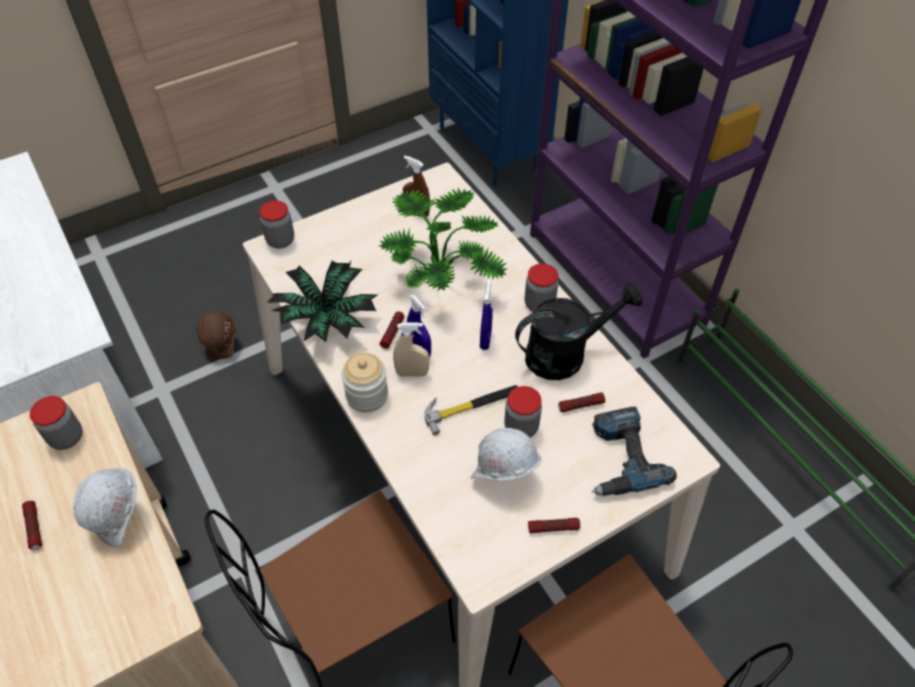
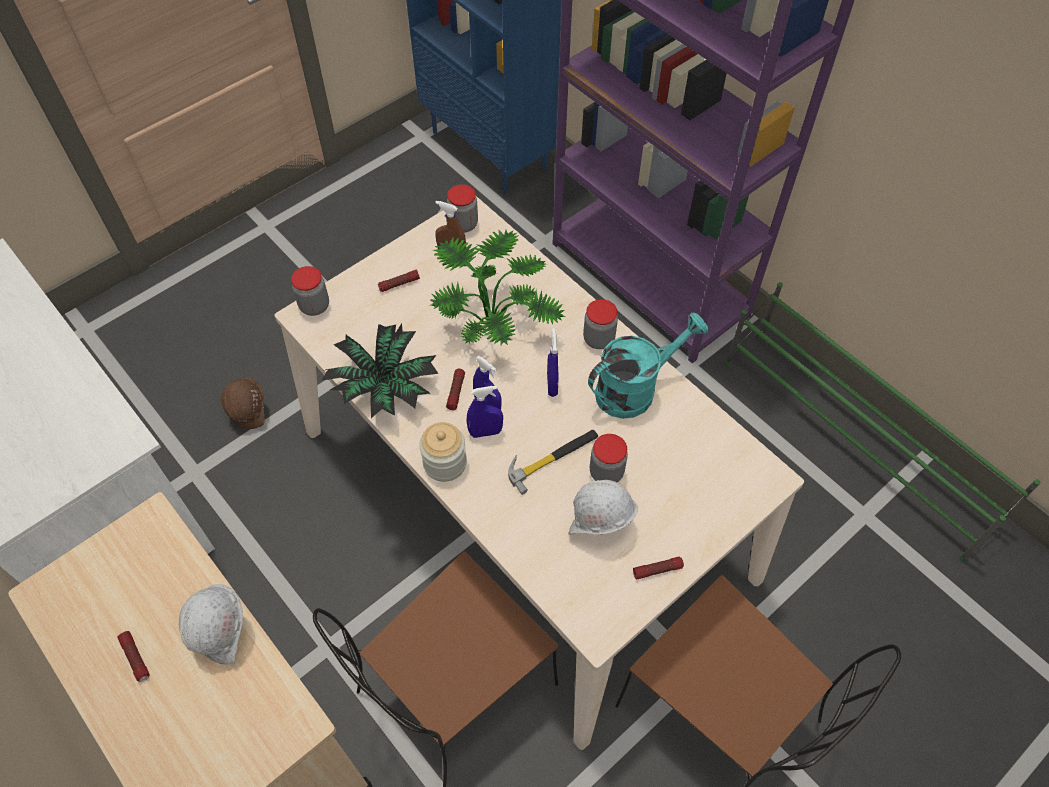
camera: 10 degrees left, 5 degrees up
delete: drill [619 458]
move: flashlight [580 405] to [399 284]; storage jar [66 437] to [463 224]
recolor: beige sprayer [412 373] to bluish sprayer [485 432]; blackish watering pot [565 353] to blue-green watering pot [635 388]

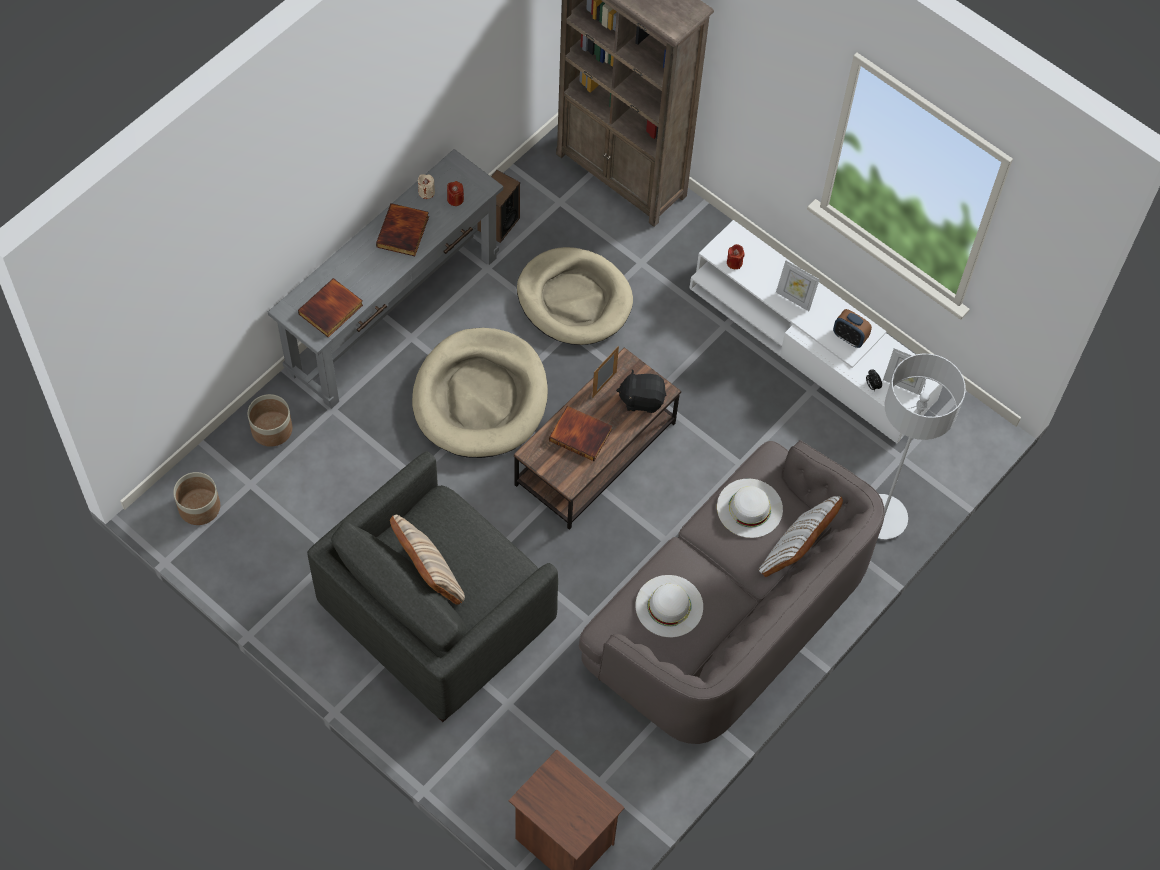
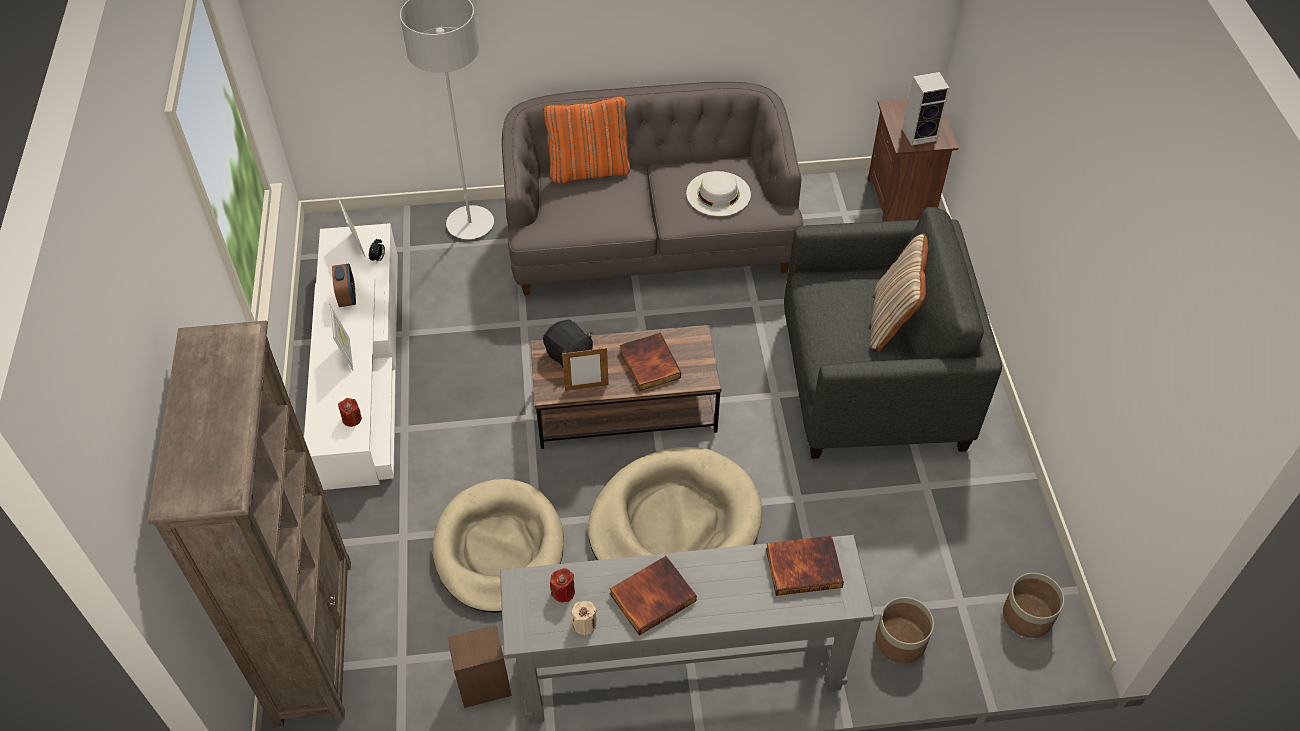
camera: 135 degrees left, 10 degrees down
delete: white-coloured hat [749 508]
insert: speaker [920 134]
recolor: white-coloured cushion [795 553] to orange-coloured cushion [589 169]

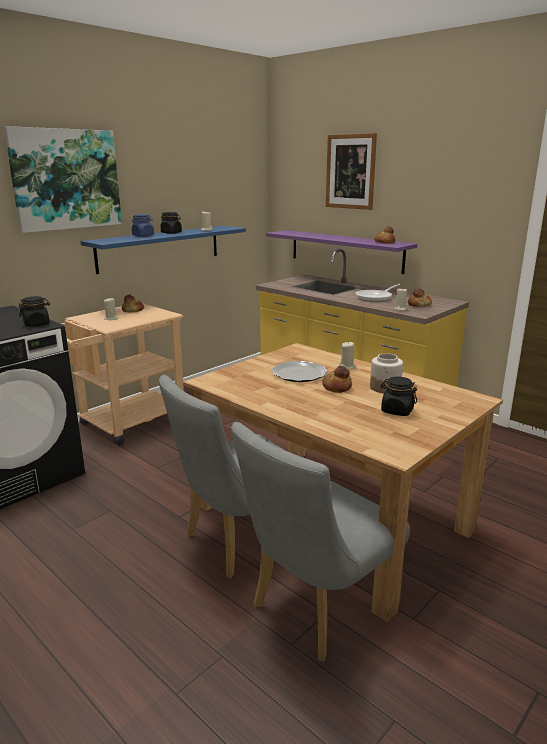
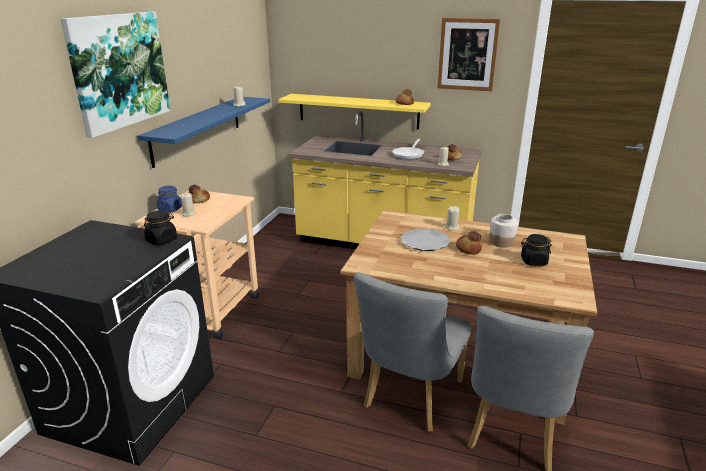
camera: 25 degrees left, 5 degrees up
delete: blackish storage jar [171 233]
move: bluish storage jar [143 236] to [170 209]; wall picture [350 171] to [467 54]
recolor: purple-coloured bracket shelf [345 251] to yellowish bracket shelf [358 111]

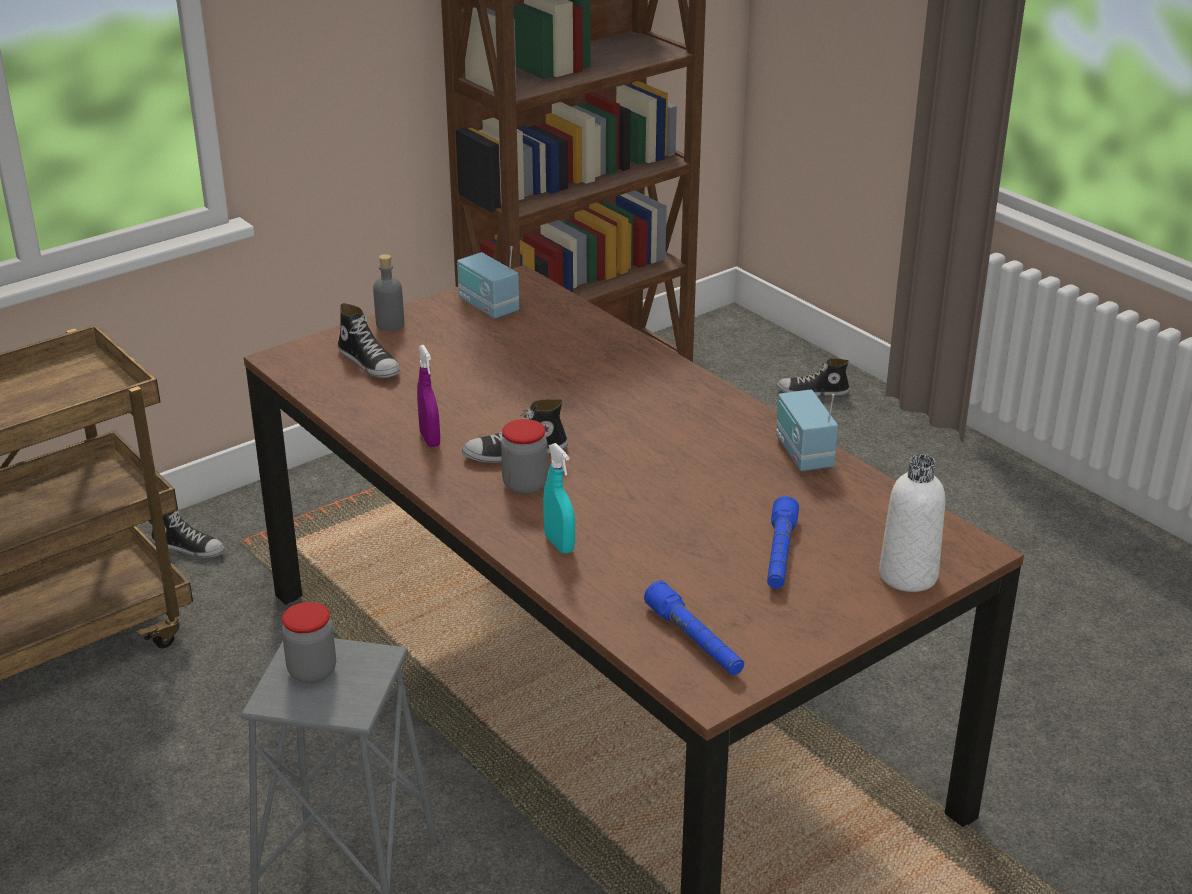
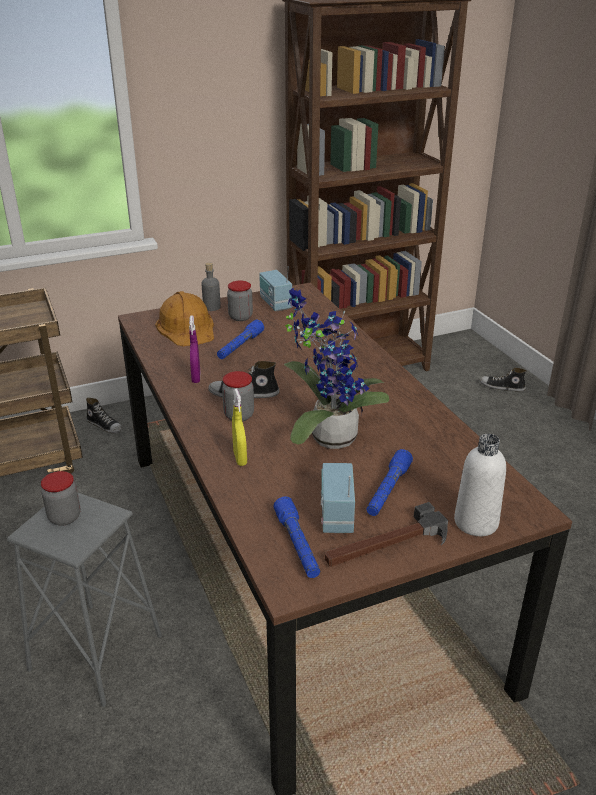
camera: 15 degrees right, 0 degrees up
insert: bluish flashlight [240 346]; storage jar [240 317]; potted plant [328 436]; hand hammer [387 545]
move: radio [803 454] to [336 515]
replace: item of footwear [370 363] to orange-coloured safety helmet [187 327]
recolor: blue-green sprayer [559 544] to yellowish sprayer [240 458]

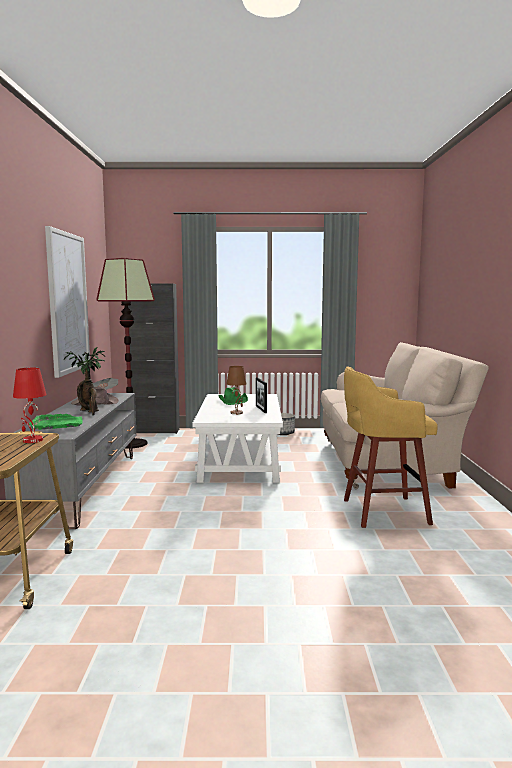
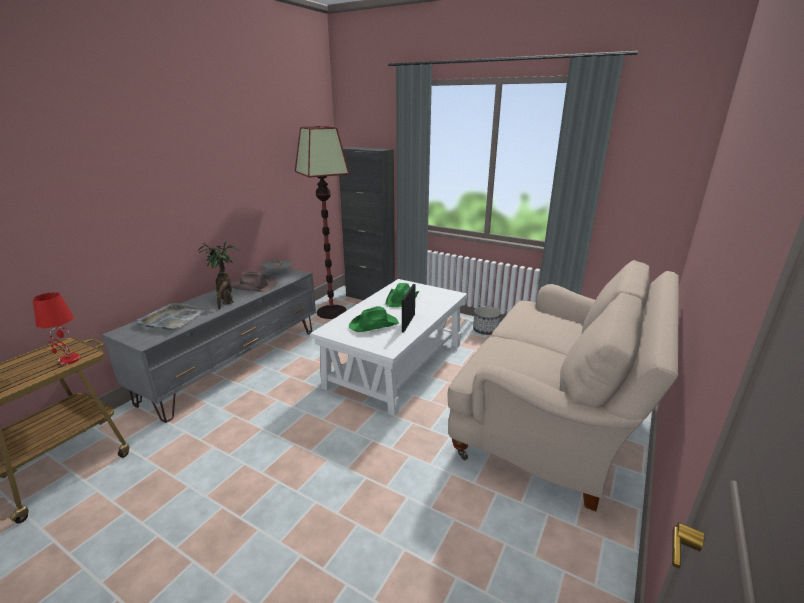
camera: 30 degrees right, 15 degrees up
delete: wall picture [67 303]; yellowish stool [382 512]
replace: brown lamp for a table [237 413] to green-coloured hat [374 325]
recolor: green-coloured tray [57 424] to gray tray [172 319]

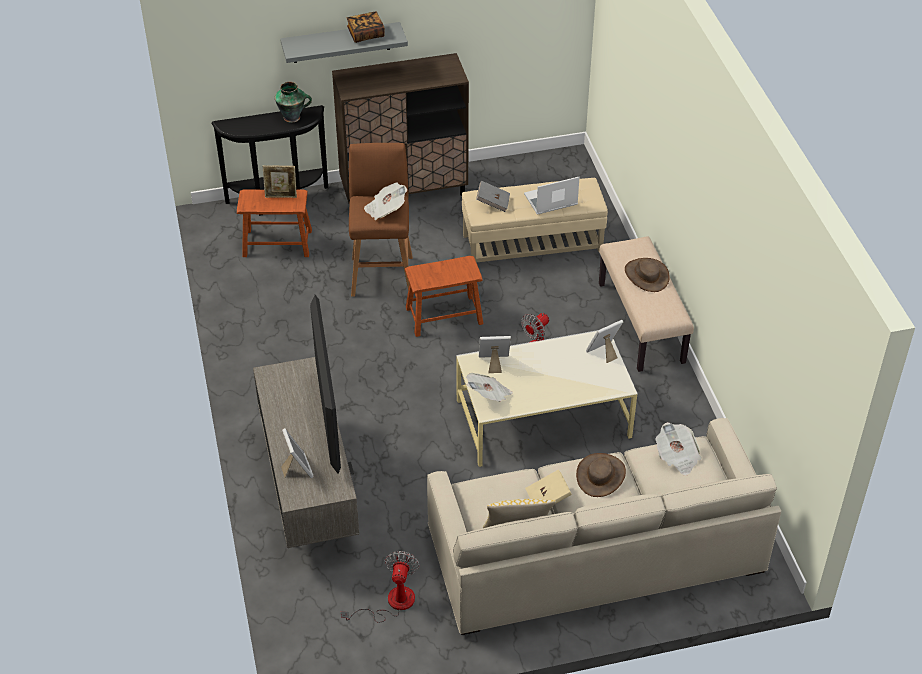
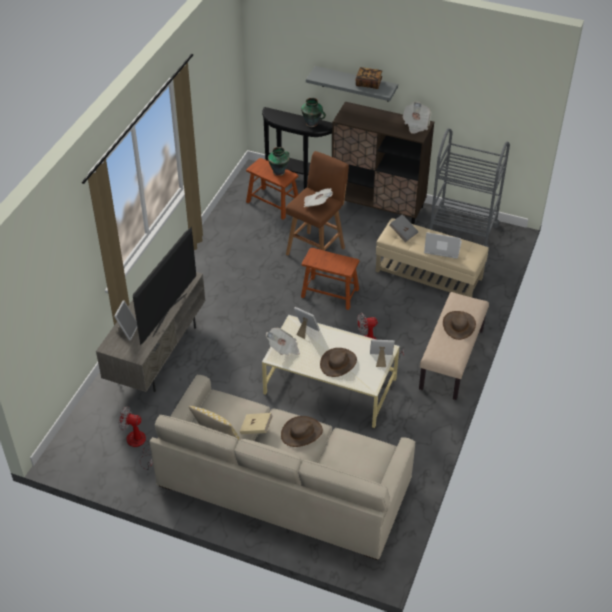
camera: 35 degrees right, 0 degrees up
insert: brown hat [338 363]; gray cart [462 231]
move: newspaper [677 457] to [416 124]
replace: picture frame [281 196] to decorative vase [279 171]
rotate: cooling fan [391 603] = [138 444] 120 degrees counterclockwise

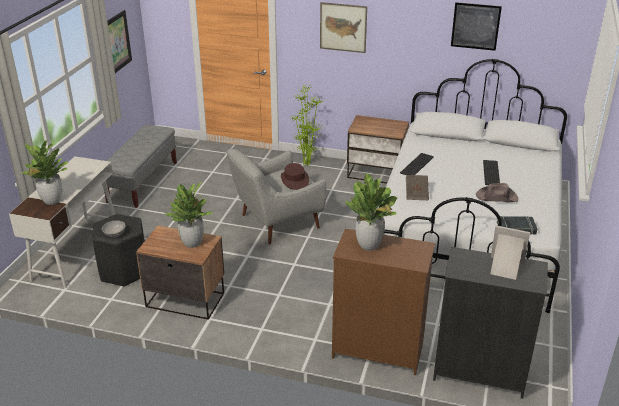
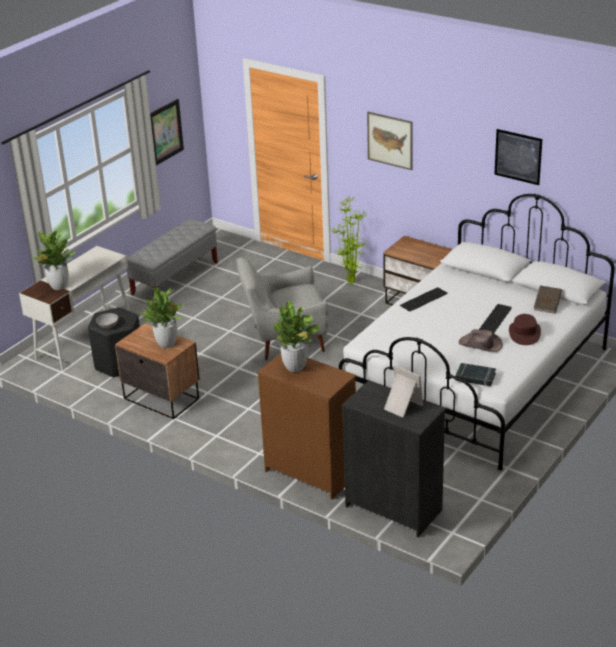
camera: 20 degrees right, 0 degrees up
move: brown hat [294 180] to [524 333]; brown volume [416 194] to [547 306]

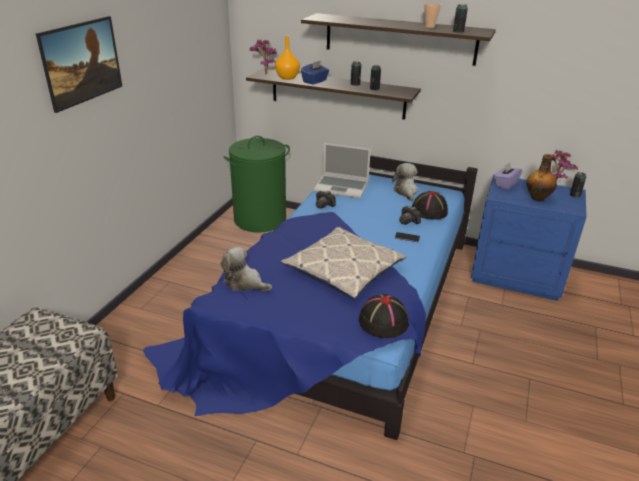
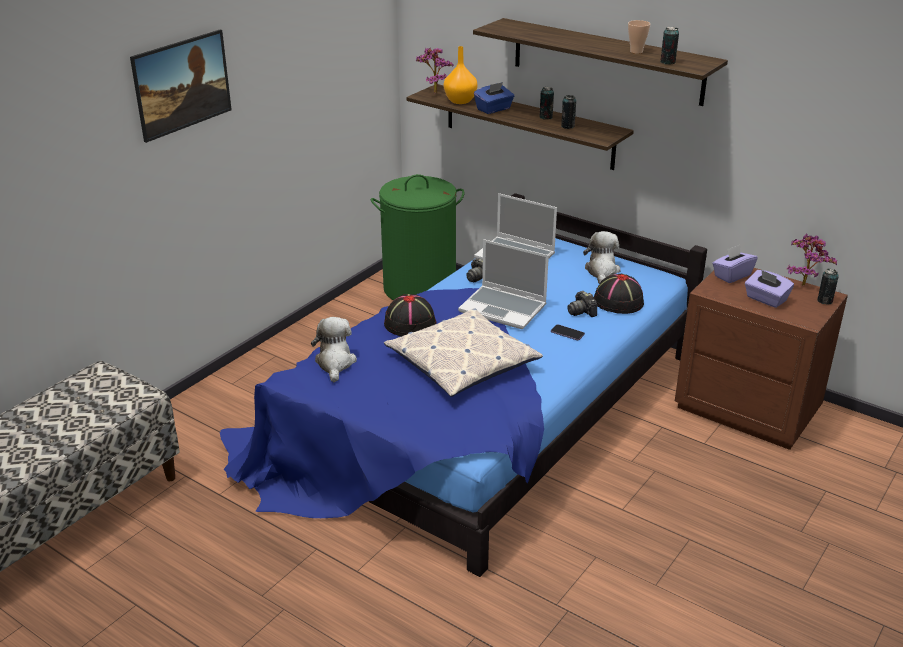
camera: 15 degrees right, 0 degrees up
insert: portable computer [504 308]
move: blackish hat [383 321] to [410 323]
replace: drink bottle [538 198] to purple-coloured tissue box [766 299]
recolor: bluish nightstand [516 275] to brown nightstand [748 408]
rotate: plush toy [244 283] = [335 363] 45 degrees clockwise

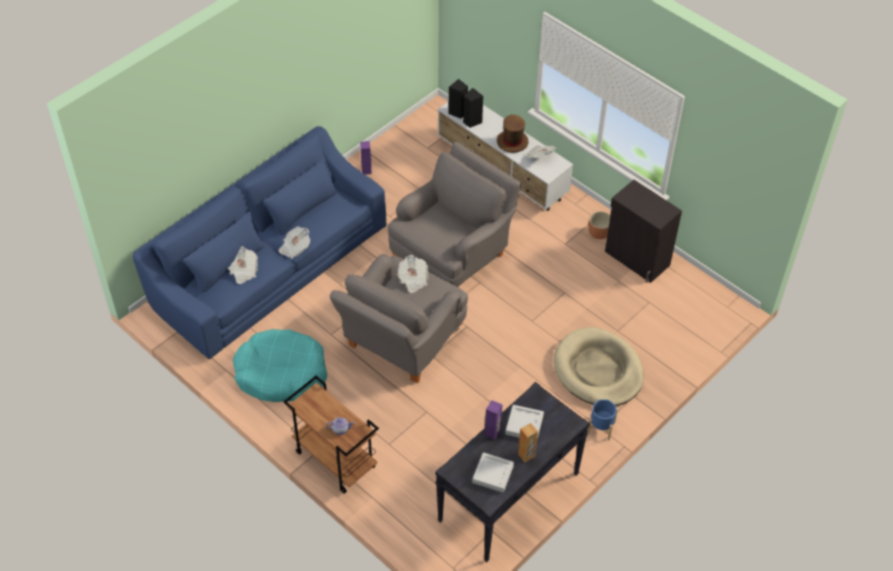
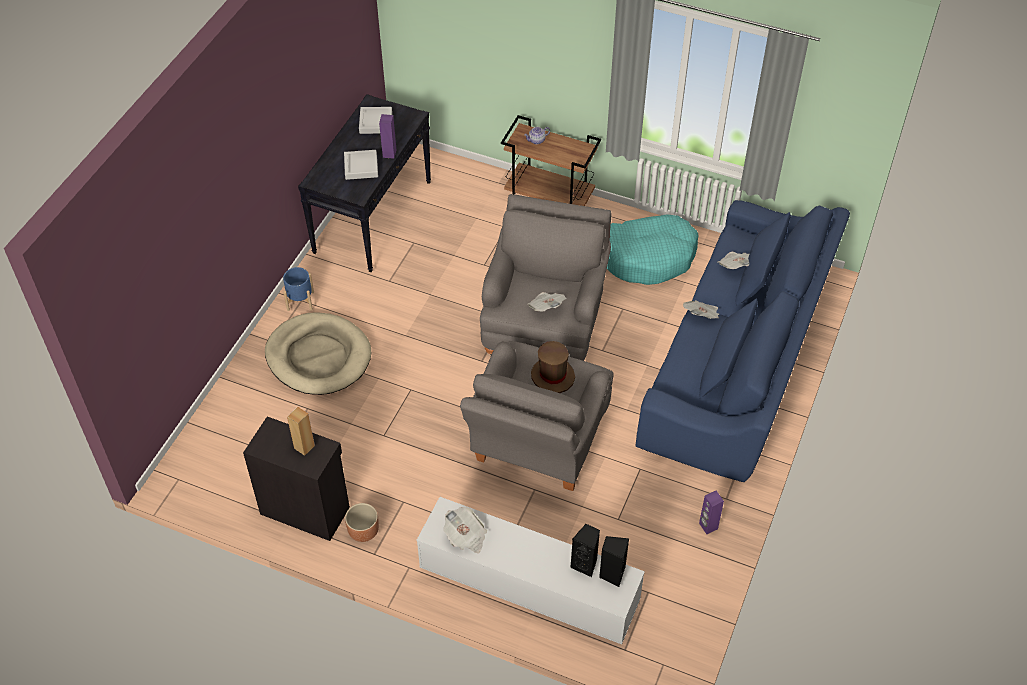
camera: 160 degrees right, 0 degrees up
move: brown speaker [526 455] to [304 447]; brown hat [512 142] to [553 376]

